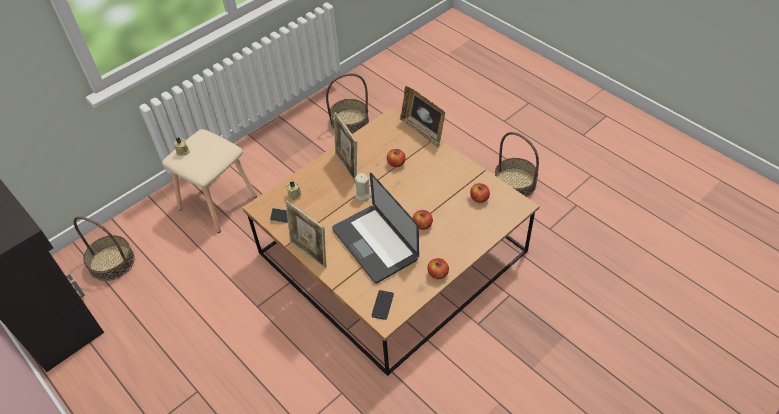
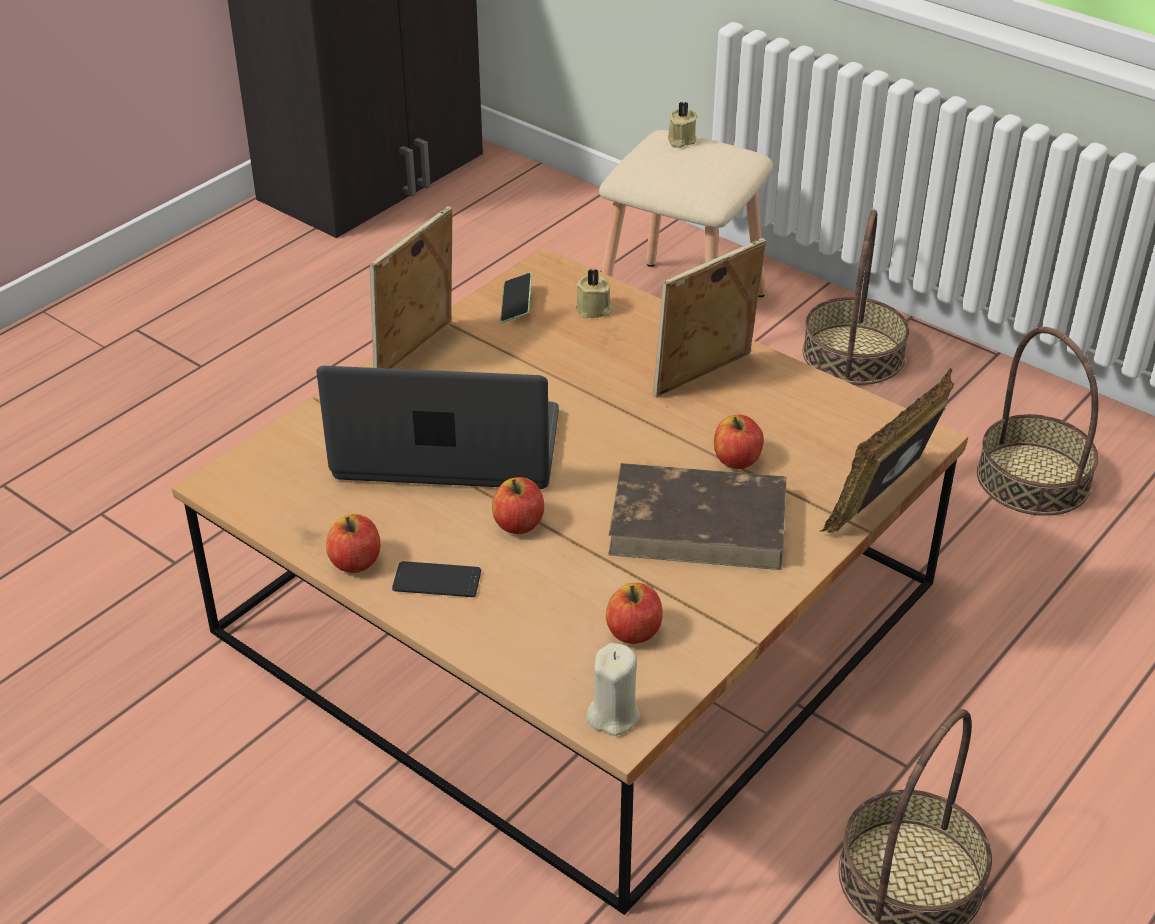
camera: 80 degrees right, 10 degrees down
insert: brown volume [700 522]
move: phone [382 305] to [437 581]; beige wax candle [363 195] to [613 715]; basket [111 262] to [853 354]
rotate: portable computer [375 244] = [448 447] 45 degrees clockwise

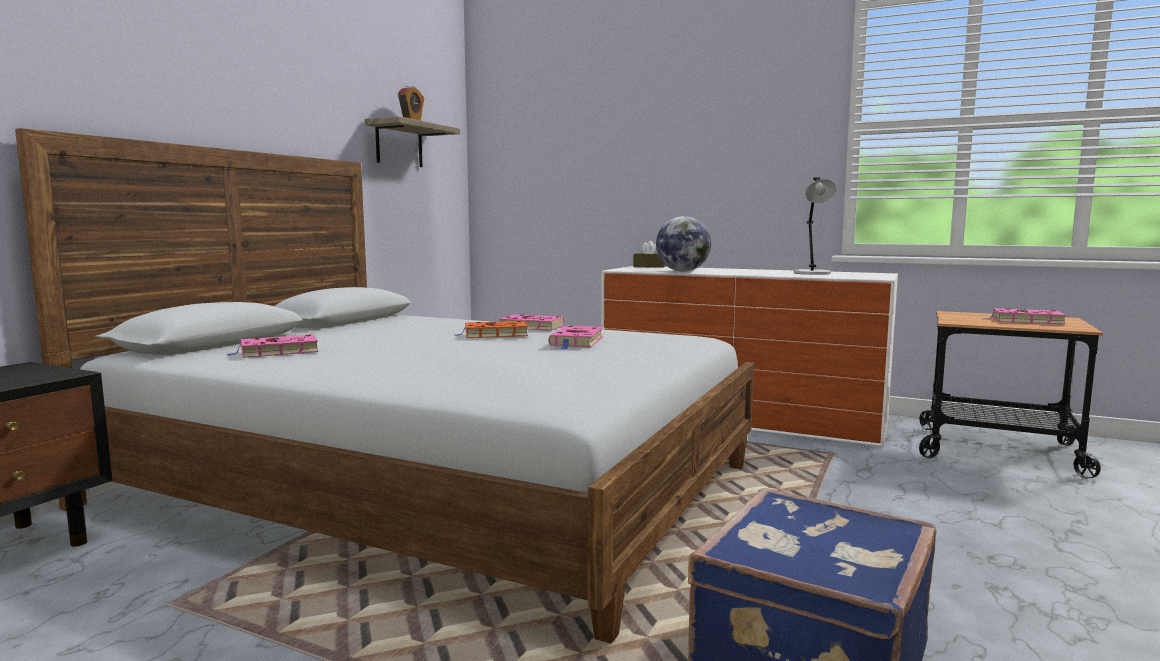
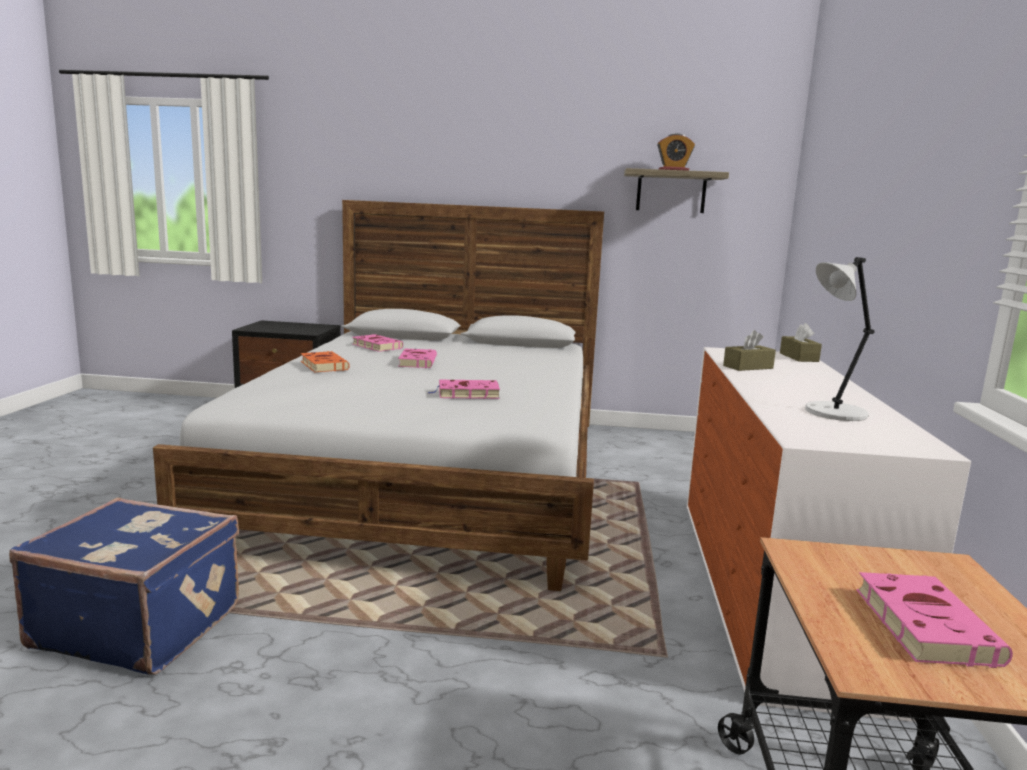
camera: 70 degrees right, 5 degrees up
move: orange-coloured volume [494 334] to [323 365]; pinkish volume [529 327] to [417 362]
replace: desk globe [682 271] to brown tissue box [748 367]

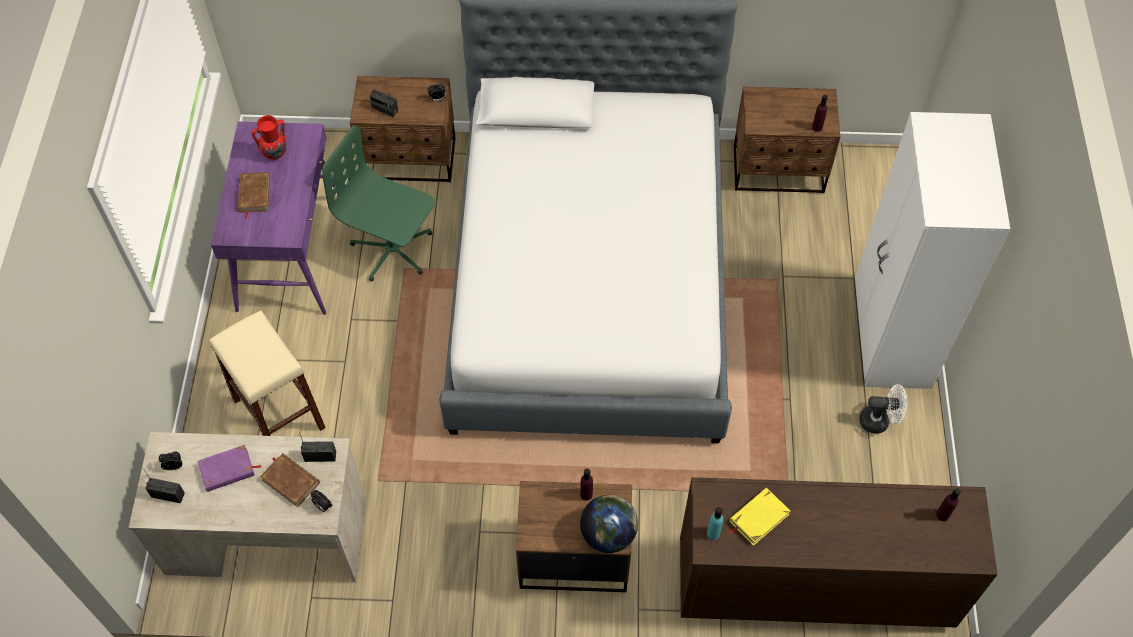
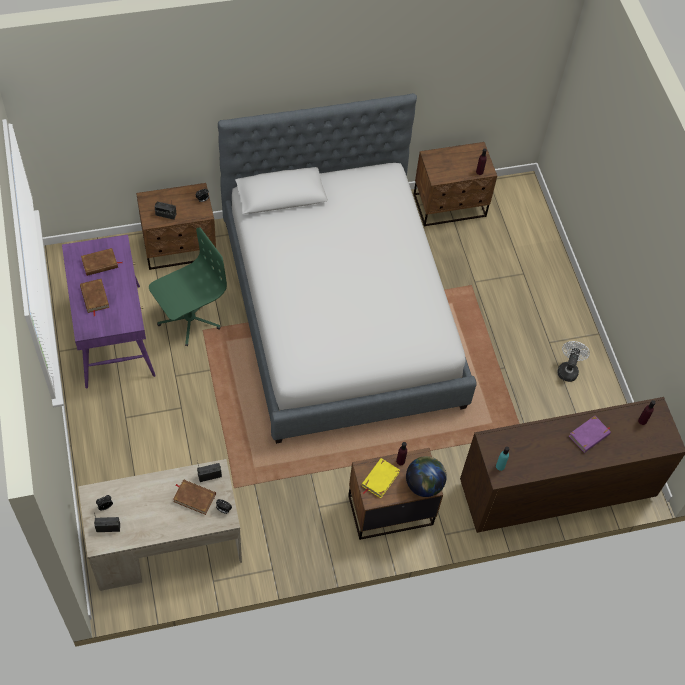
camera: 20 degrees left, 0 degrees up
delete: beige stool [279 414]; white-coloured clothes cupboard [890 336]
move: yellowish volume [758 517] to [380 479]; purple-coloured volume [227 470] to [589 435]
replace: red-coloured decorative vase [275 154] to brown volume [100 264]
rotate: green-coloured computer chair [392 250] = [189 318] 135 degrees clockwise; white-coloured cooling fan [879 421] = [568 369] 60 degrees counterclockwise

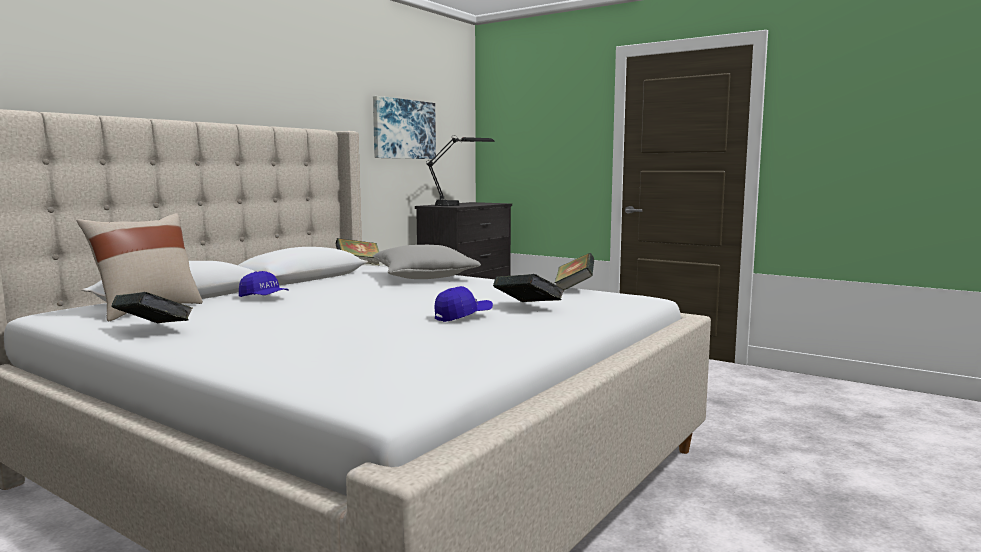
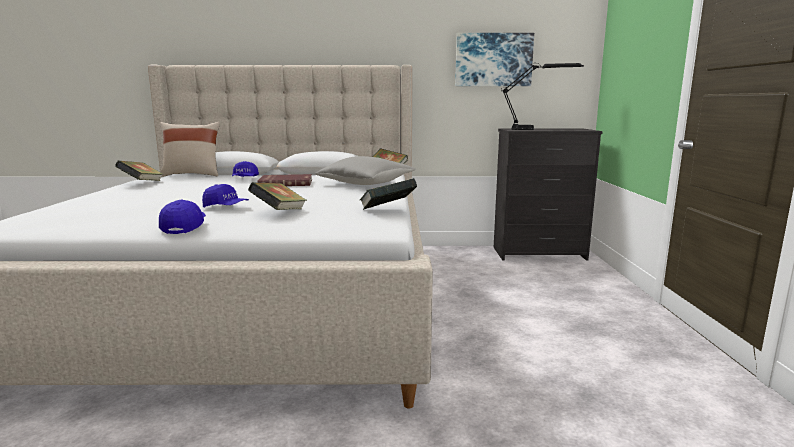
camera: 55 degrees right, 5 degrees up
insert: bluish baseball cap [184 227]; red-coloured volume [286 183]

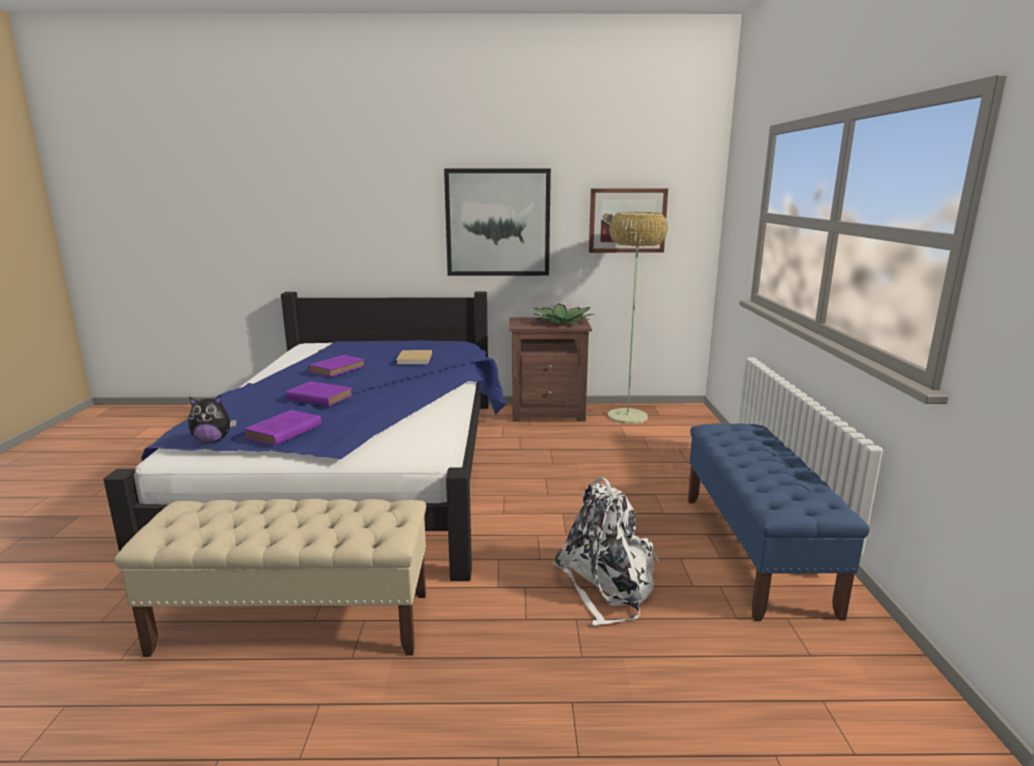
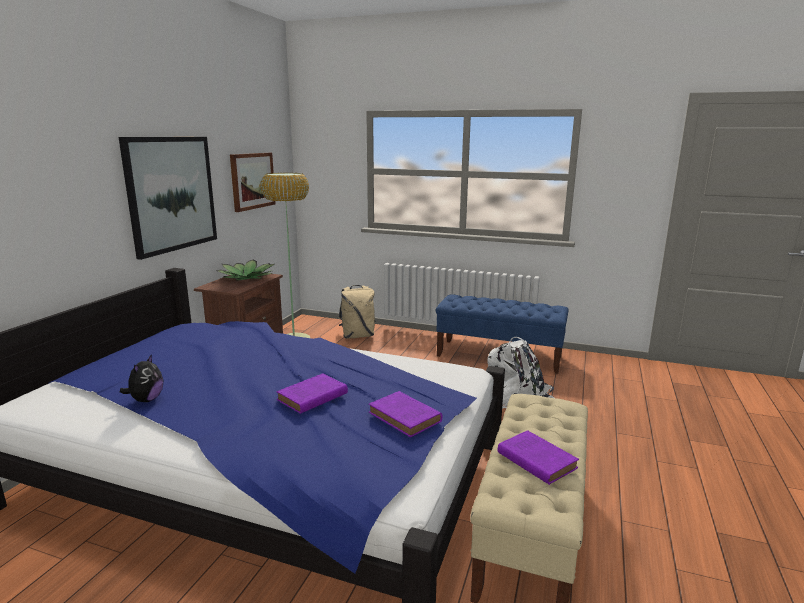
camera: 70 degrees left, 0 degrees up
delete: beige volume [414 359]
insert: beige backpack [358 336]
move: plush toy [213 440] to [146 400]; purple-coloured volume [338 369] to [535 459]

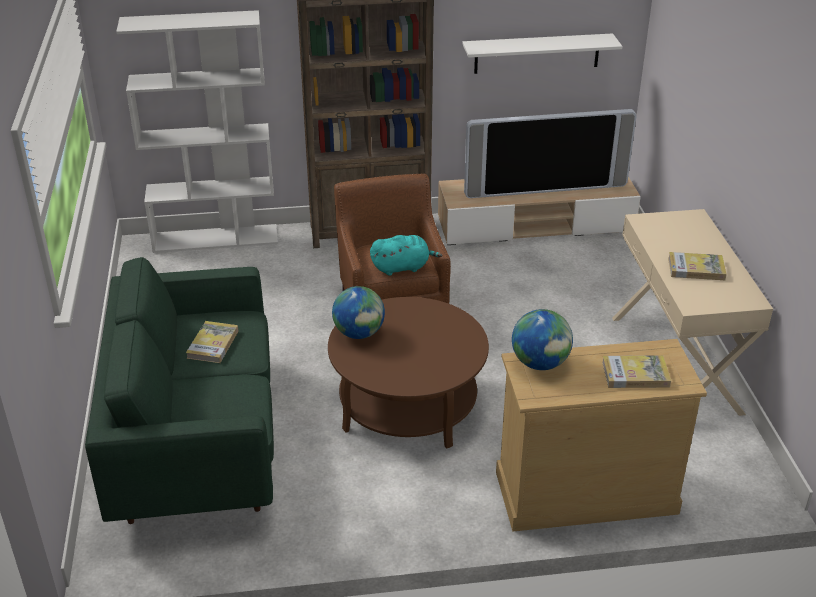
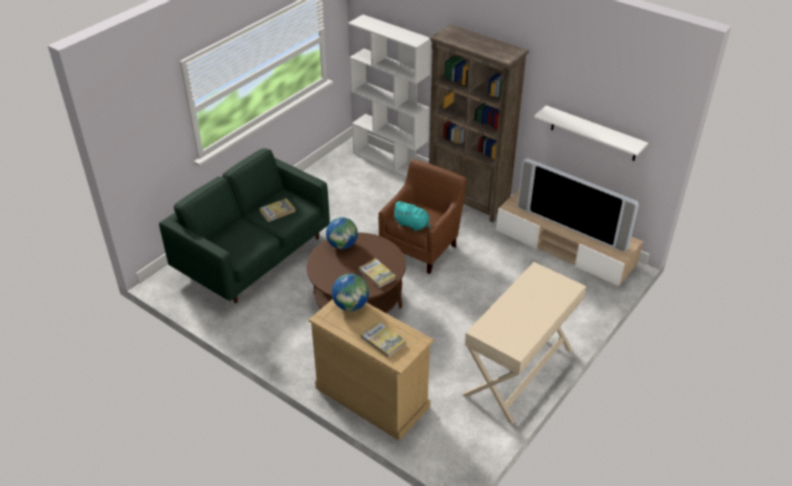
camera: 45 degrees right, 5 degrees up
move: volume [696 269] to [377 274]

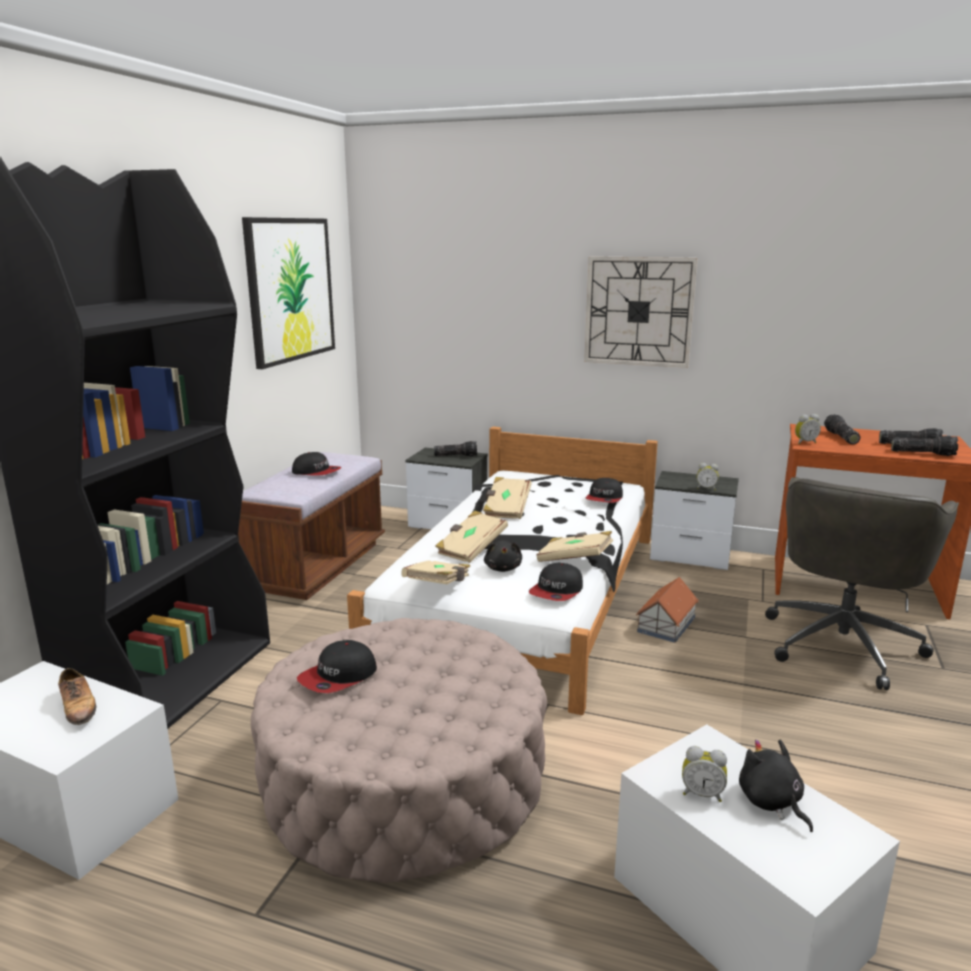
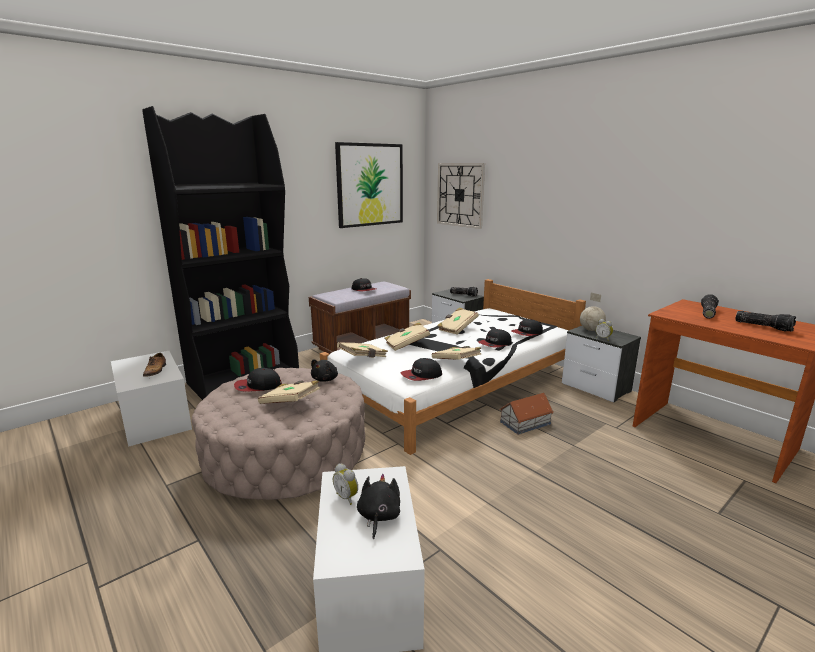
camera: 30 degrees right, 0 degrees up
delete: gray computer chair [842 643]; alarm clock [804 442]; flashlight [923 453]
insert: beige volume [290 403]; baseball cap [495 344]; desk globe [591 330]
move: blackish plush toy [503 568] to [325 379]; hanging clock [639 311] to [460 195]

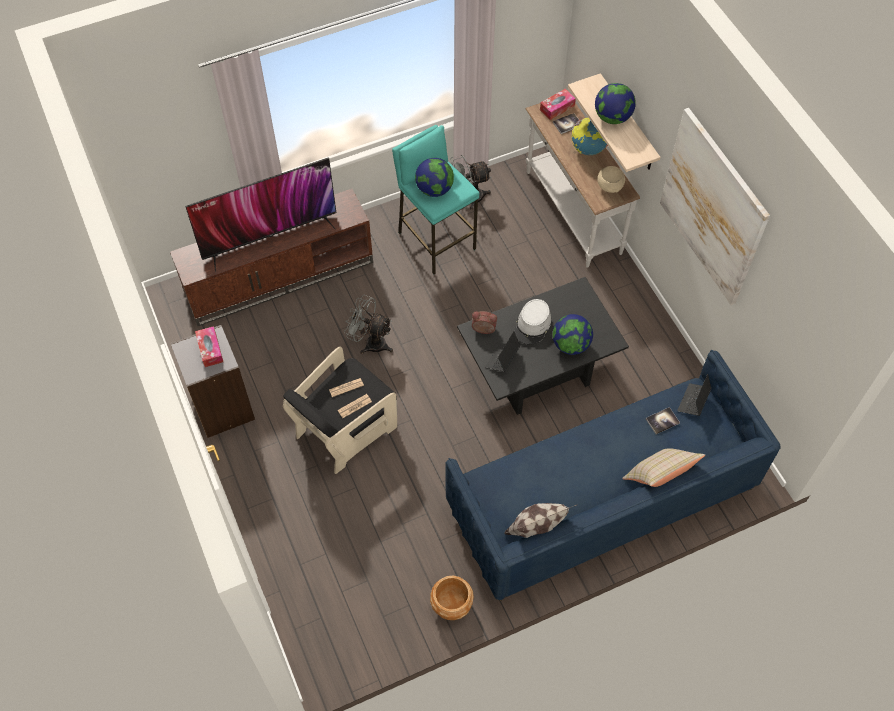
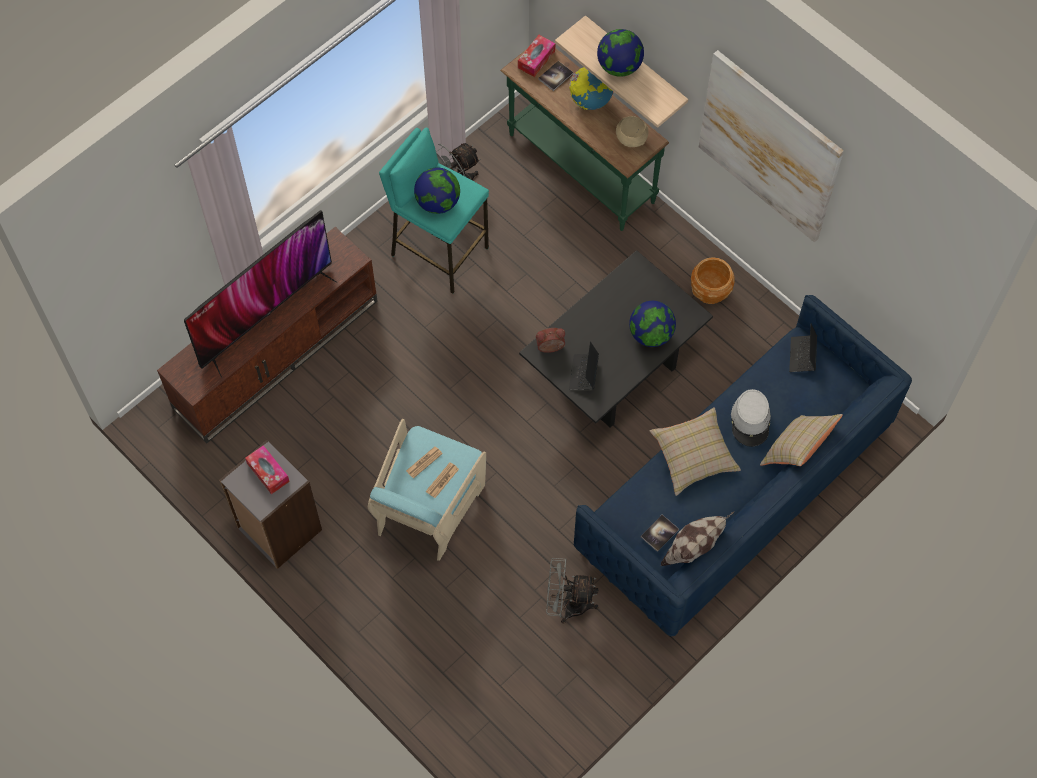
camera: 20 degrees left, 5 degrees up
insert: beige cushion [693 456]
move: gray cooling fan [371 342] to [567 604]; volume [662 421] to [659 533]; brown flower pot [451 605] to [710 291]; gray hat [532 325] to [751 420]
recolor: blackish easy chair [345 429] to blue-green easy chair [428 507]; white-coloured console table [572 212] to green-coloured console table [580 169]

